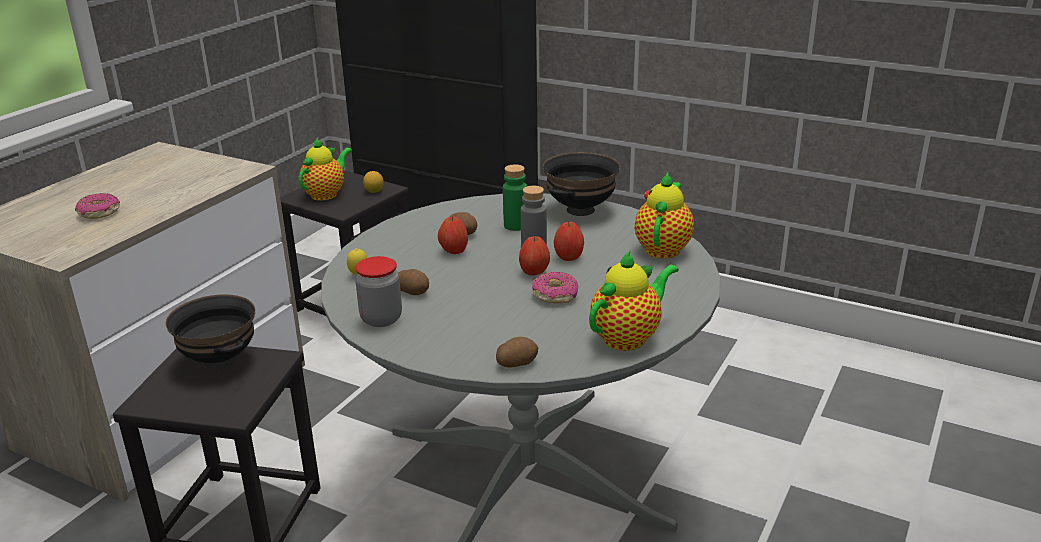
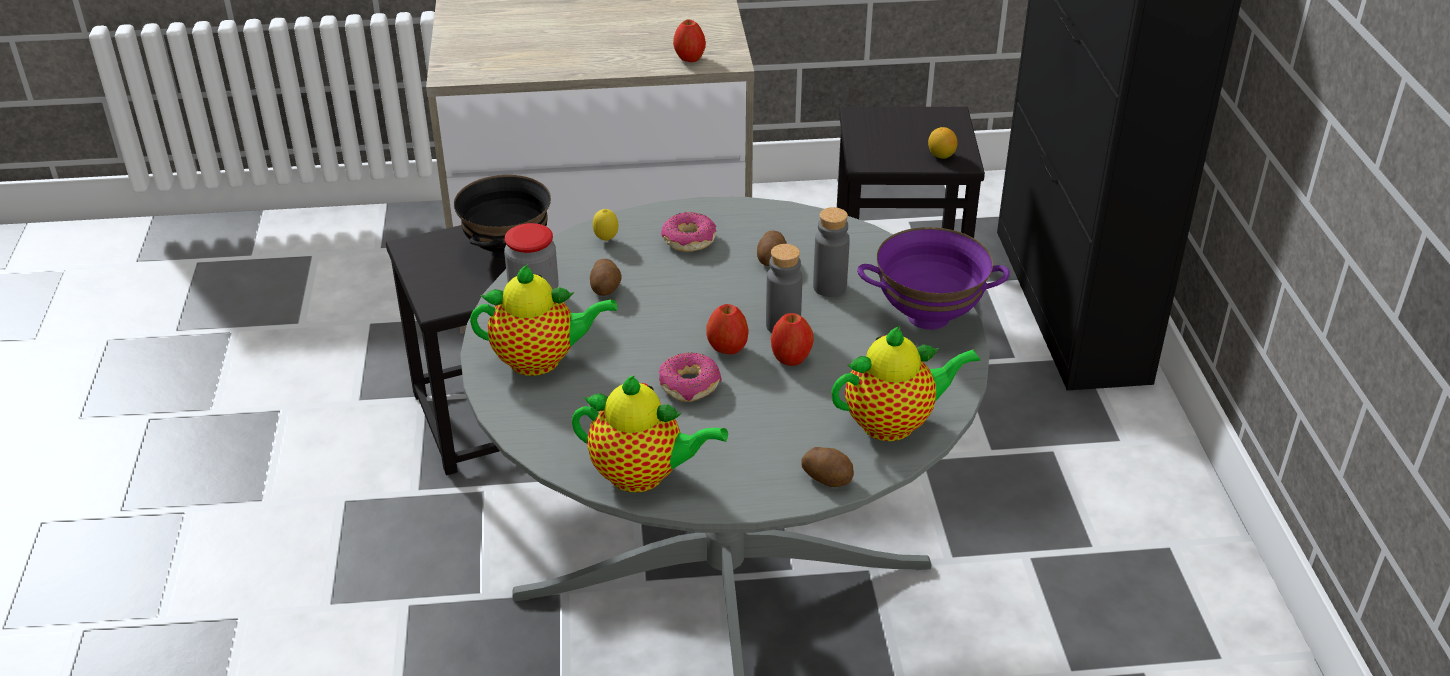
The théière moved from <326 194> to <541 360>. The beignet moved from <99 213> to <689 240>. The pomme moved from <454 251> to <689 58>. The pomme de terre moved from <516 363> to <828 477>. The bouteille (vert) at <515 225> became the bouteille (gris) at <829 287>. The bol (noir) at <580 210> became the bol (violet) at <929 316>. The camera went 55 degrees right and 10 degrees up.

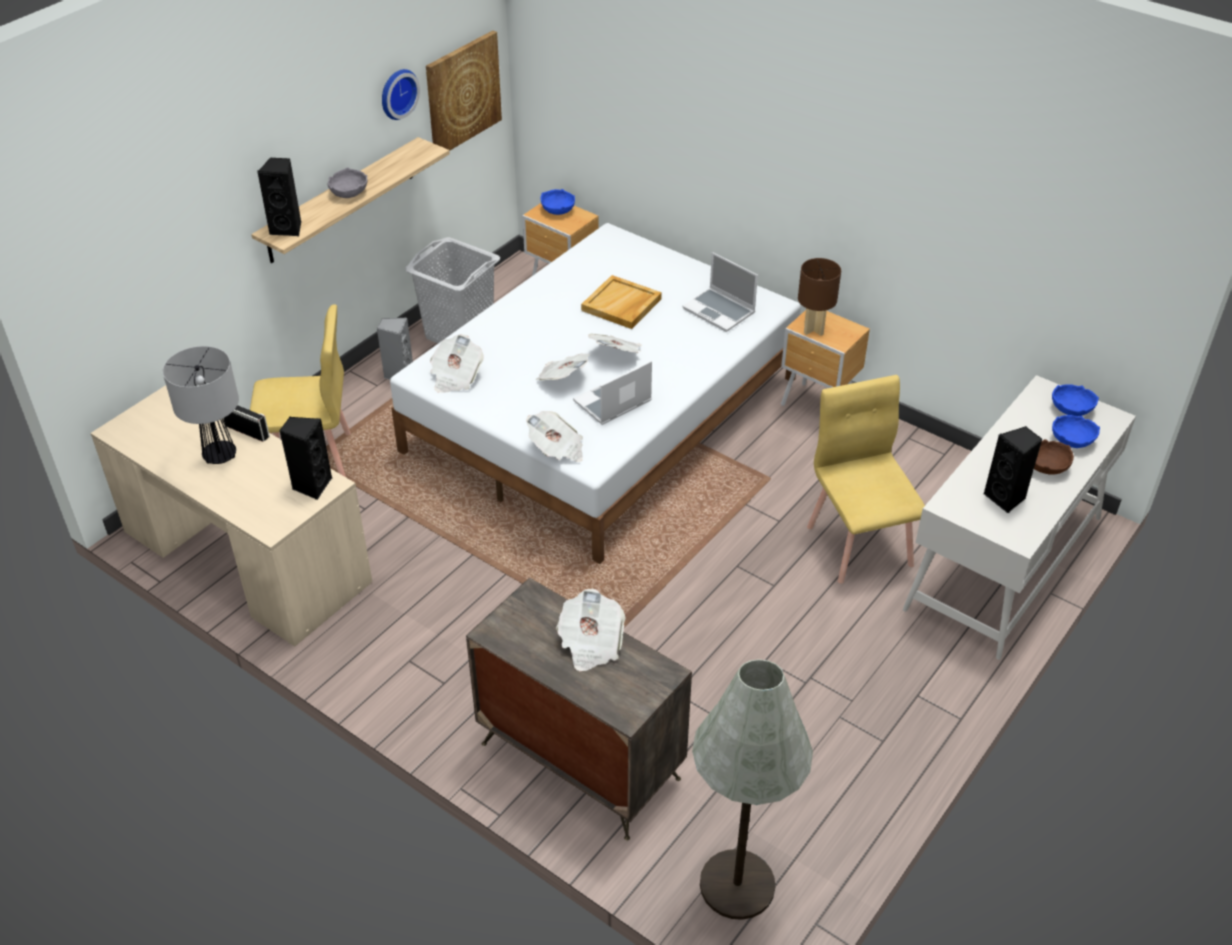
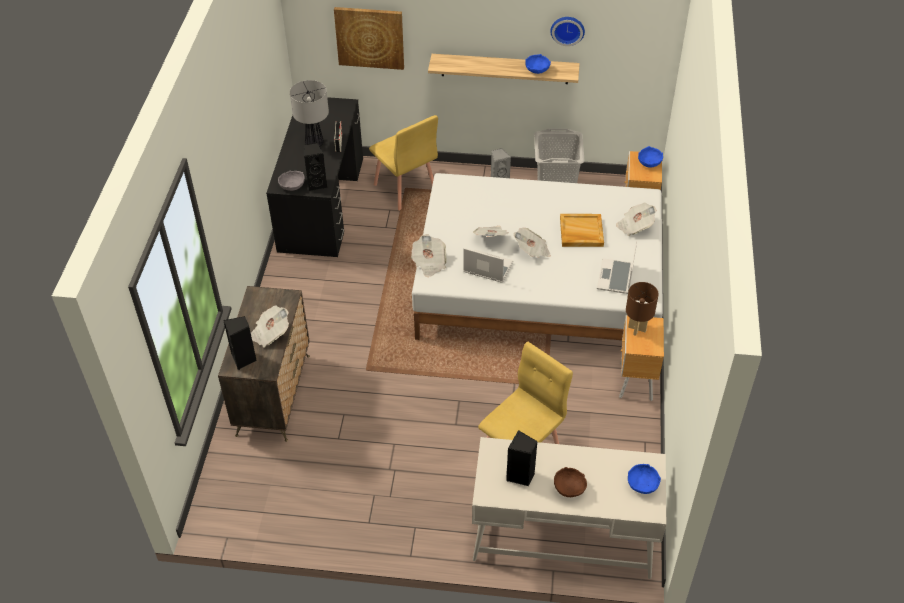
The enceinte (noir) moved from <288 228> to <244 359>. The bureau (beige) at <246 555> became the bureau (noir) at <322 203>. The bol (gris) moved from <348 193> to <292 186>. The tableau moved from <462 93> to <370 37>. The bol (bleu) moved from <1071 440> to <537 70>. The journal moved from <455 377> to <634 226>. The lampadaire (gris) at <737 885> disappeared. The camera went 60 degrees right and 5 degrees up.

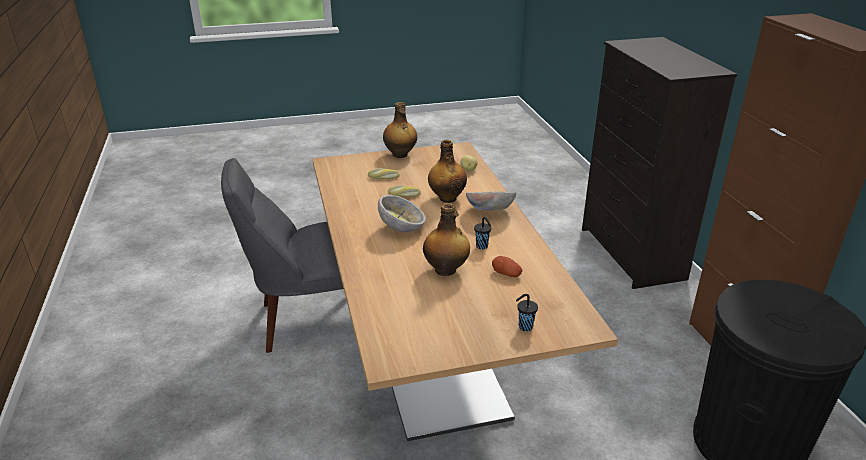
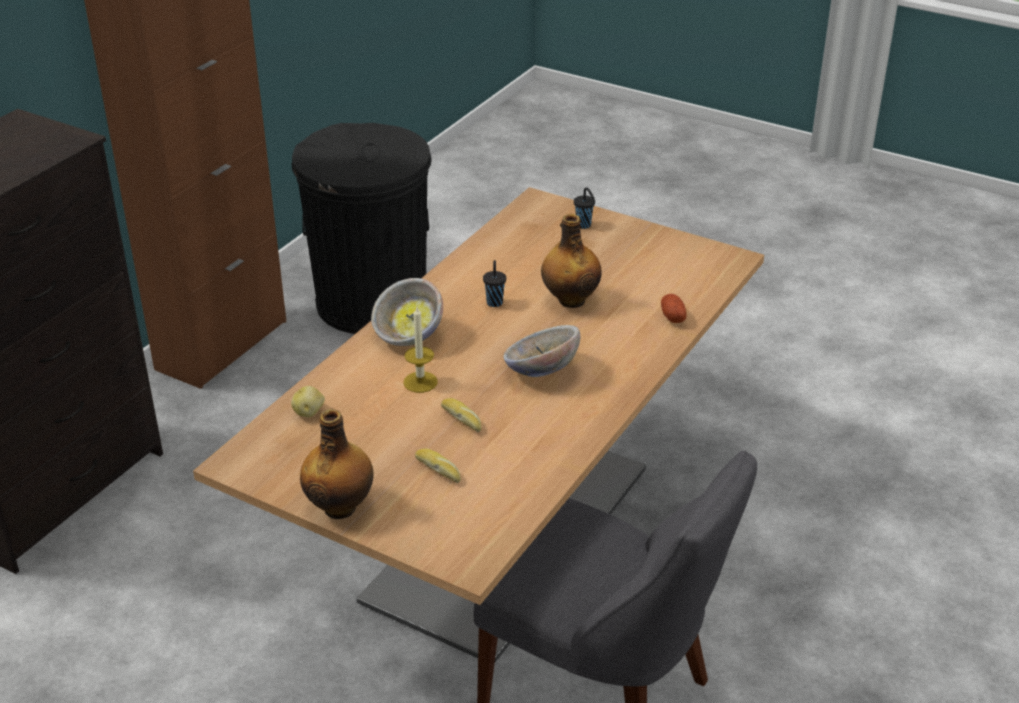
The bouteille at <447 198> was replaced by the bougie at <420 382>. The pomme de terre moved from <506 273> to <672 316>. The camera went 135 degrees left and 5 degrees up.

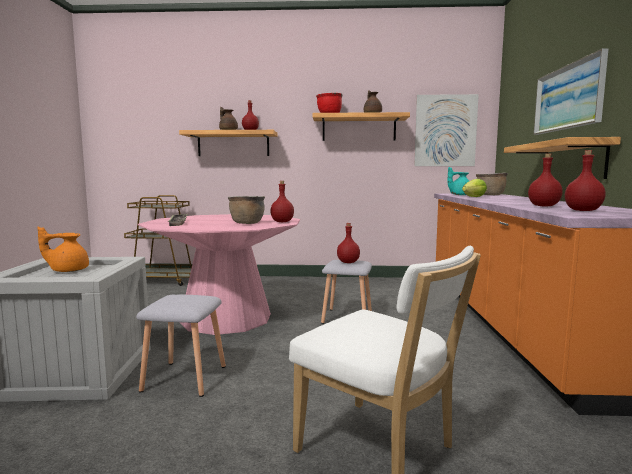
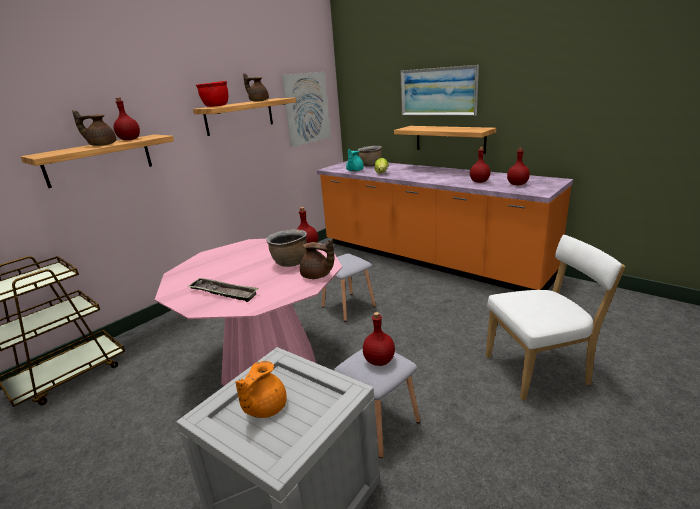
The théière (marron) at <317 276> appeared. The bouteille (rouge) moved from <347 262> to <379 361>. The camera went 50 degrees left and 15 degrees up.

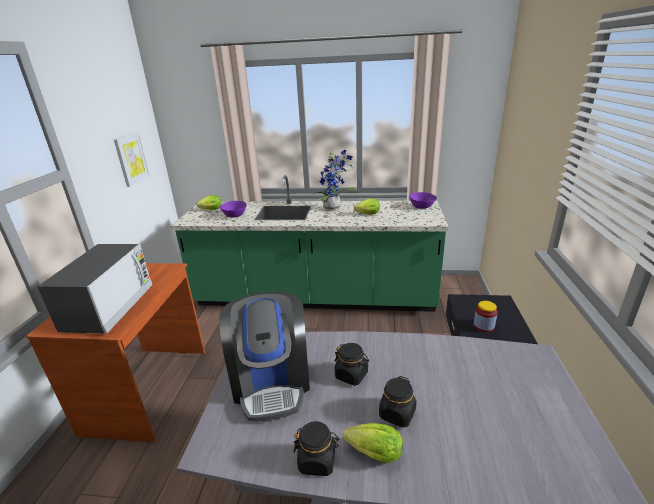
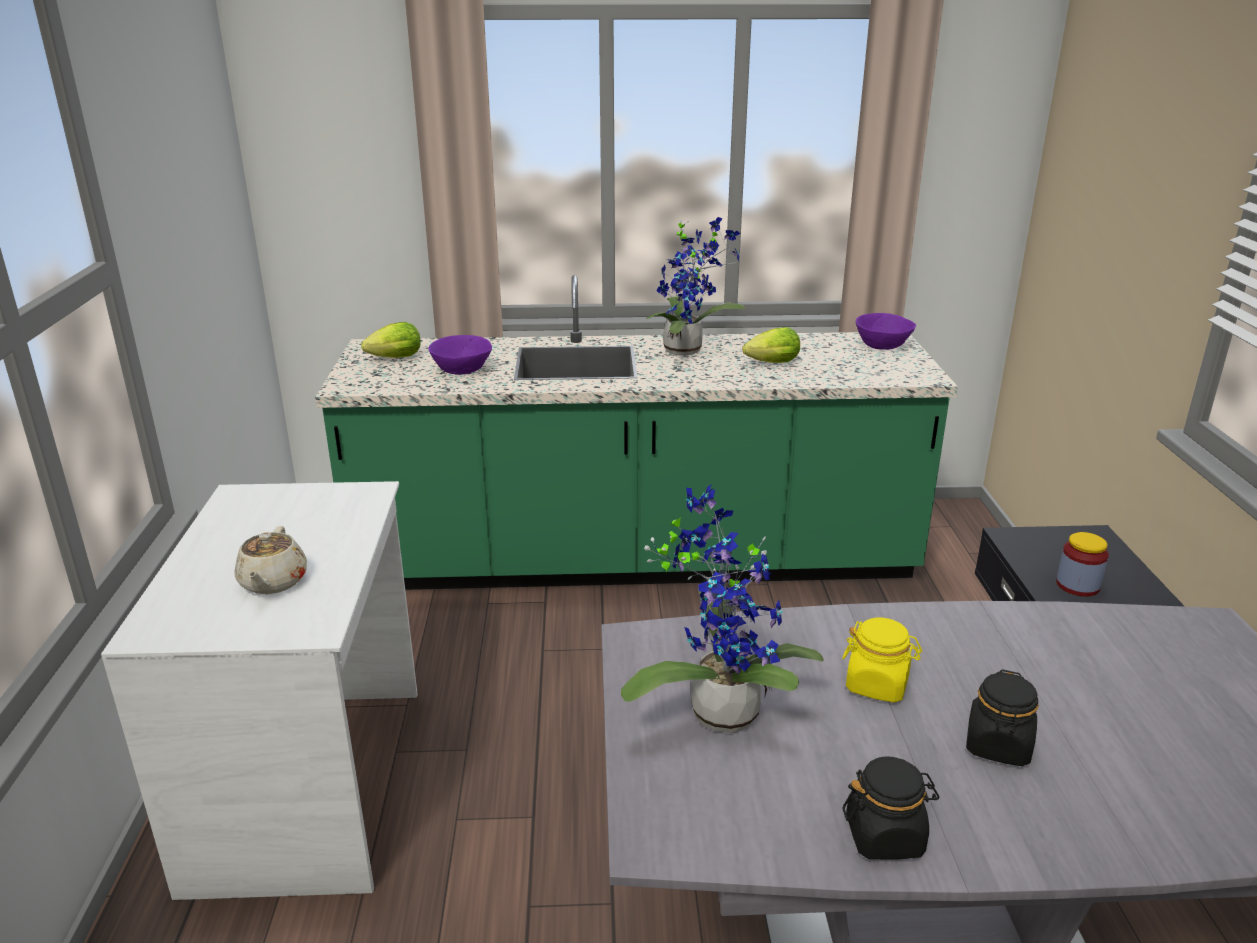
The bureau (marron) at <149 389> became the bureau (blanc) at <313 785>. The micro-ondes at <110 307> was replaced by the théière (beige) at <273 582>. The machine à café at <271 381> was replaced by the plante en pot at <719 708>. The bocal (noir) at <351 375> became the bocal (jaune) at <877 685>. The tableau at <131 158> disappeared. The laitue at <371 453> disappeared. The camera went 10 degrees left and 0 degrees up.

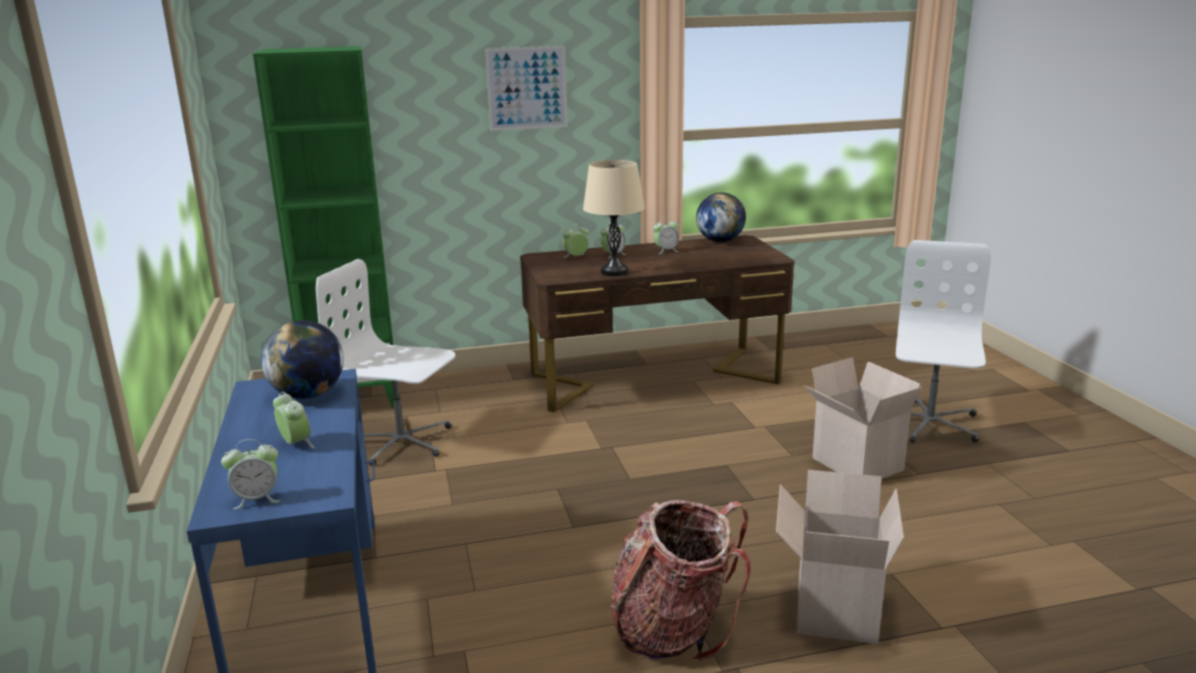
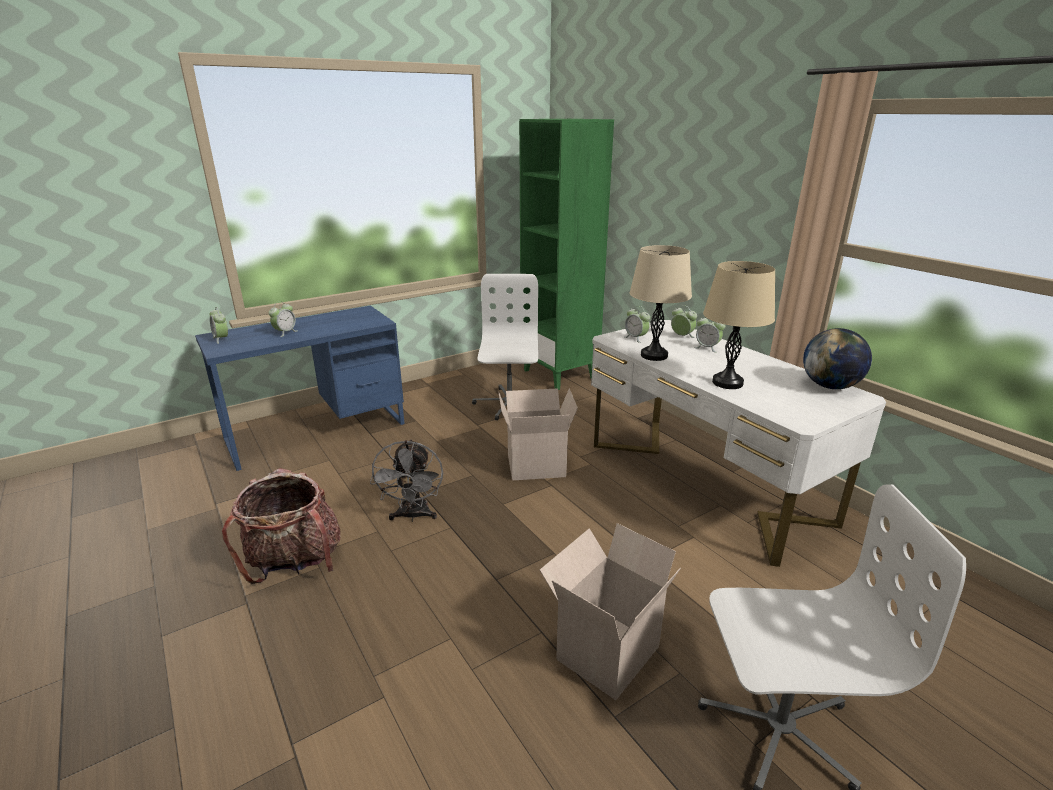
The ventilateur (gris) at <413 516> appeared. The carton moved from <832 608> to <537 465>. The bureau (marron) at <654 378> became the bureau (blanc) at <703 481>. The réveil moved from <666 251> to <636 338>. The lampe de table (beige) at <727 383> appeared. The globe at <308 395> disappeared. The tableau at <527 88> disappeared. The camera went 70 degrees right and 5 degrees up.

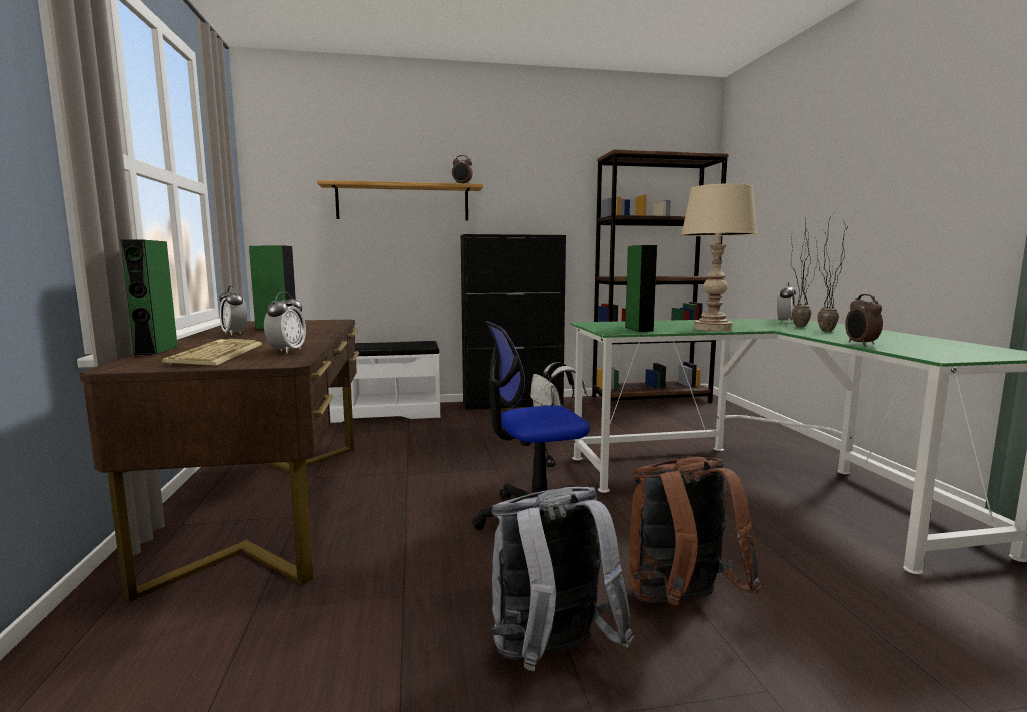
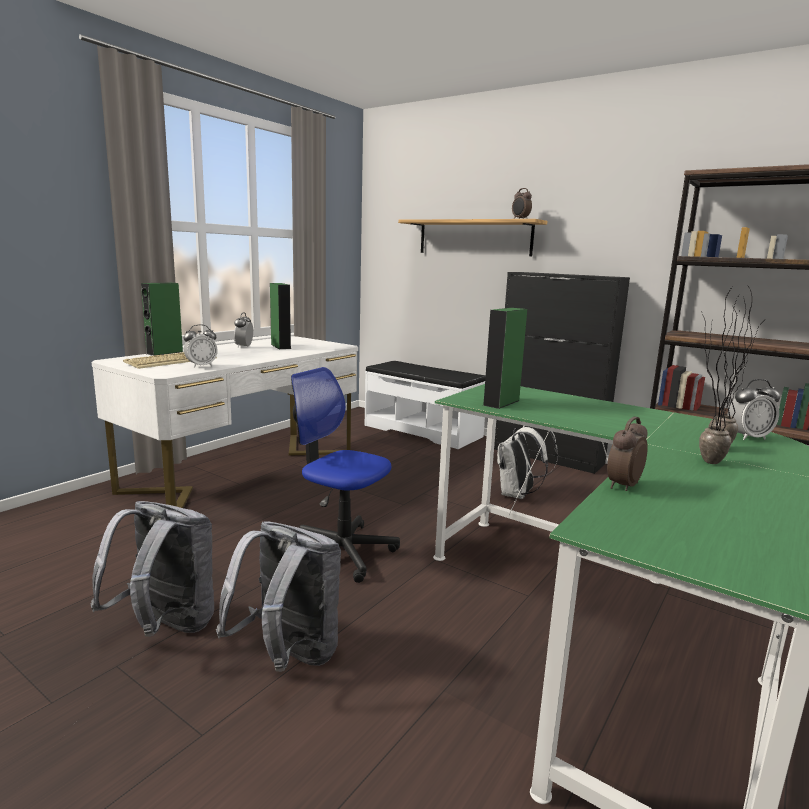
The bureau (marron) at <272 503> became the bureau (blanc) at <245 471>. The sac à dos (marron) at <680 603> became the sac à dos (gris) at <288 656>. The lampe de table (beige) at <712 329> disappeared. The camera went 45 degrees right and 5 degrees up.

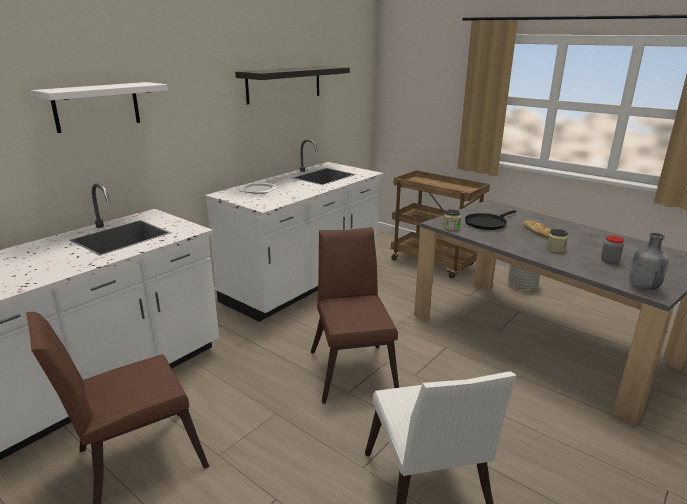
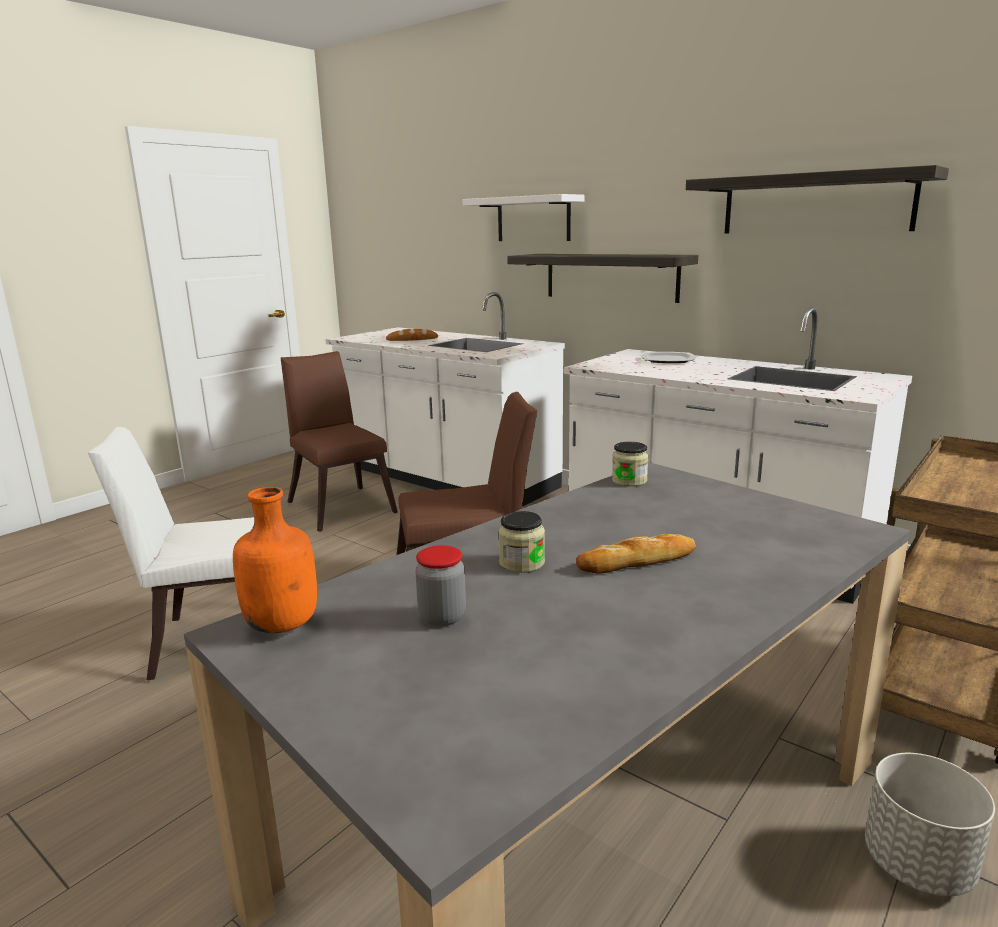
The bouteille (gris) at <642 287> became the bouteille (orange) at <284 624>. The pain at <412 339> appeared. The étagère at <610 277> appeared. The poêle (noir) at <487 223> disappeared. The camera went 90 degrees right and 5 degrees down.

